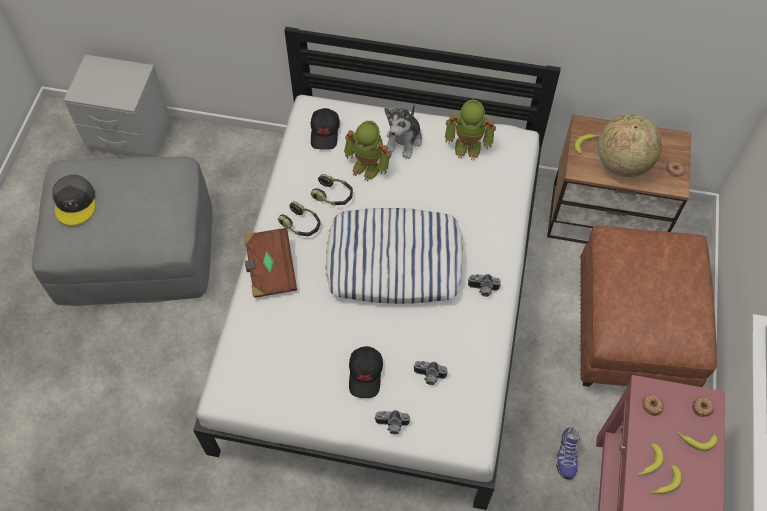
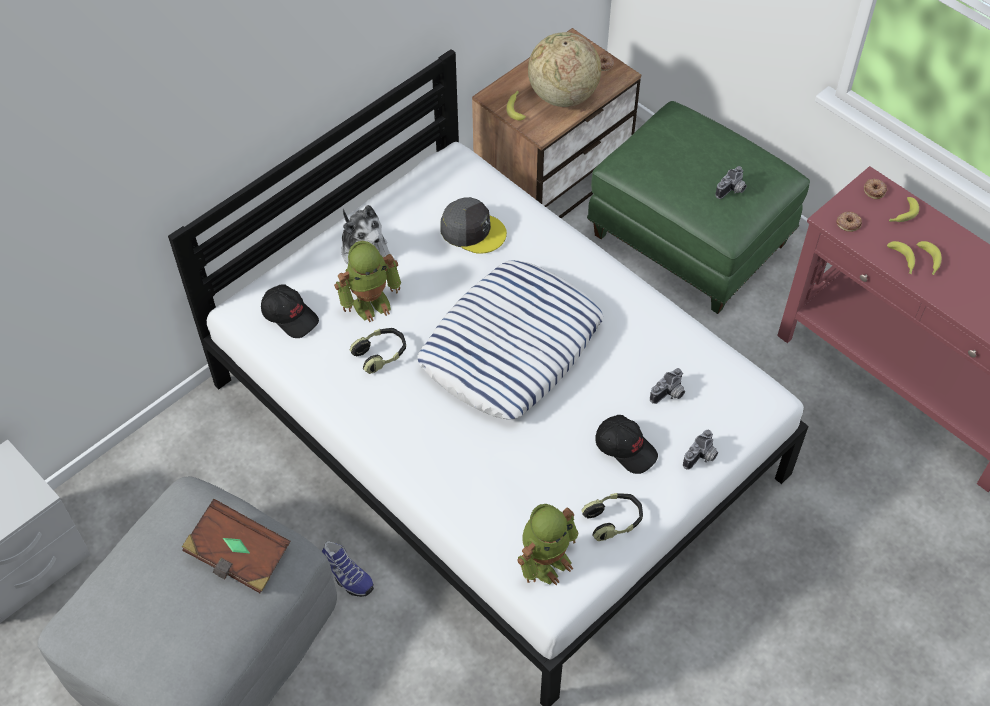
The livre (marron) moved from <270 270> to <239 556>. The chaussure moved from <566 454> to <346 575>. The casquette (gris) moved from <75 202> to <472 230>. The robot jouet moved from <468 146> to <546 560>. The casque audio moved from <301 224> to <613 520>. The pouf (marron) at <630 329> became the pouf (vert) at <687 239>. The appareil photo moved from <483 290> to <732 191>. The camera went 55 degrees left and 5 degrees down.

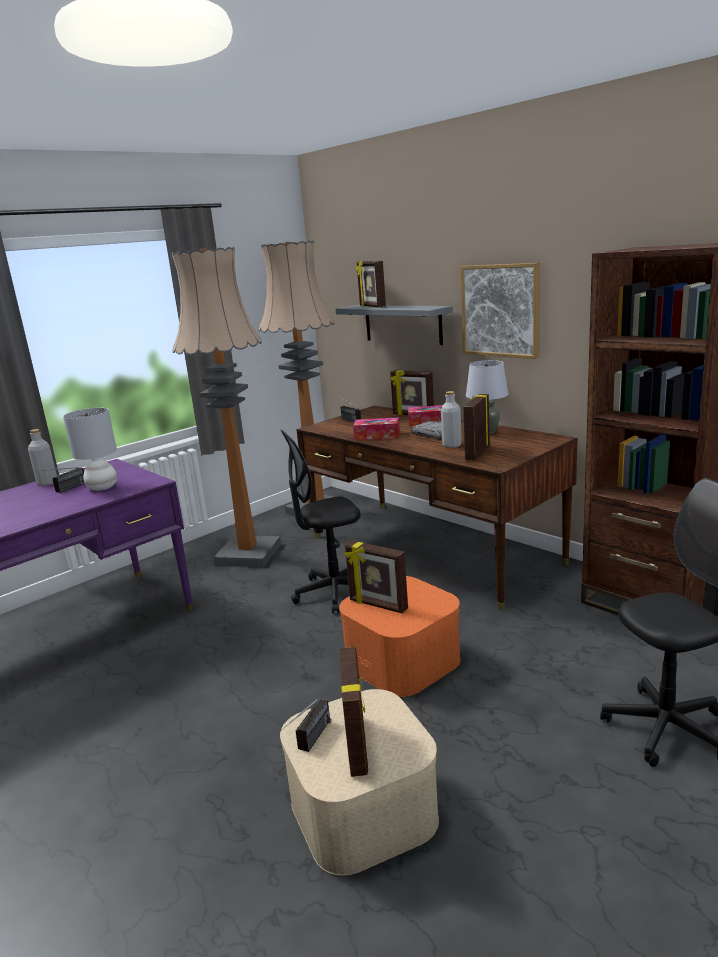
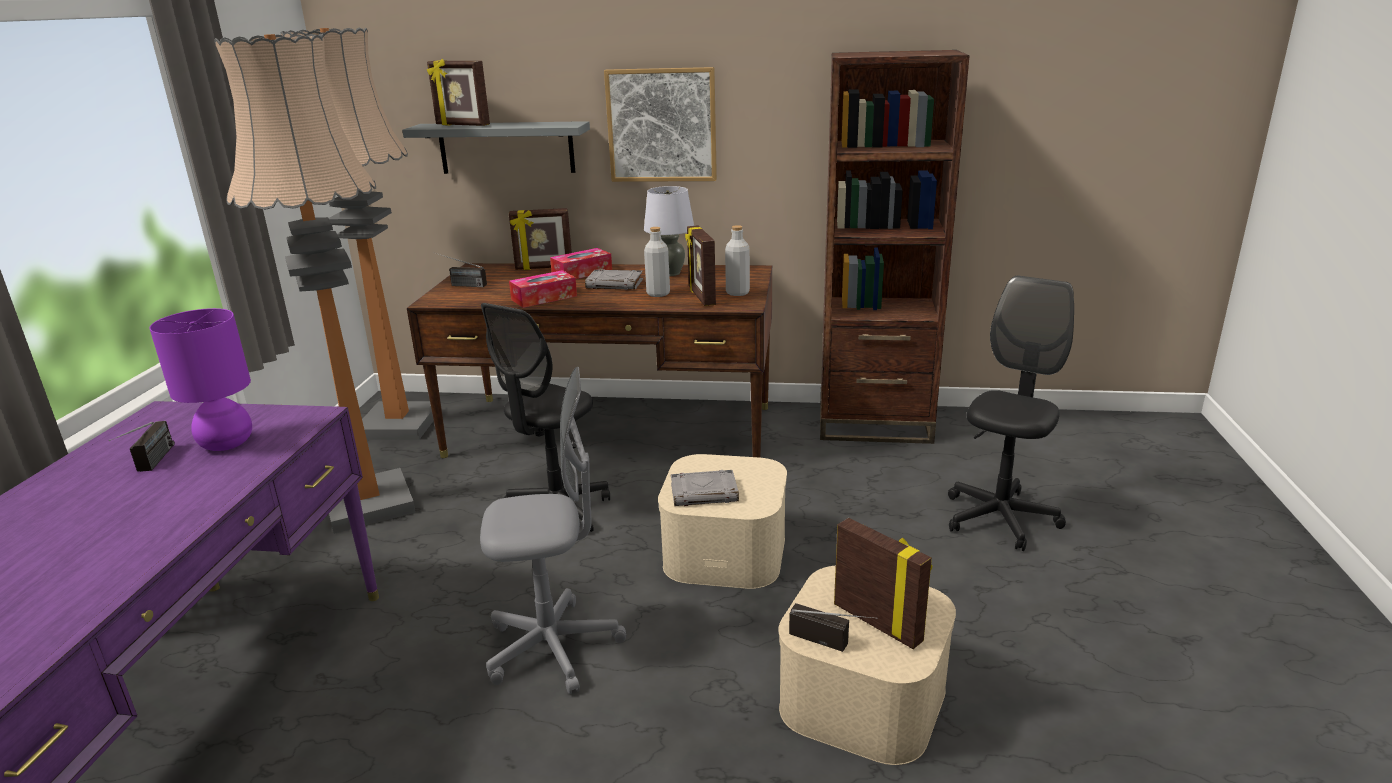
The lampe de table (gris) at <102 488> became the lampe de table (violet) at <227 444>. The chaise de bureau (gris) at <553 648> appeared. The boîte de rangement (orange) at <403 660> became the boîte de rangement (beige) at <725 551>. The cadre photo at <378 605> was replaced by the livre (gris) at <705 493>. The bouteille (gris) moved from <47 483> to <737 293>. The radio at <309 743> turned 45 degrees counterclockwise. The camera went 40 degrees left and 5 degrees up.

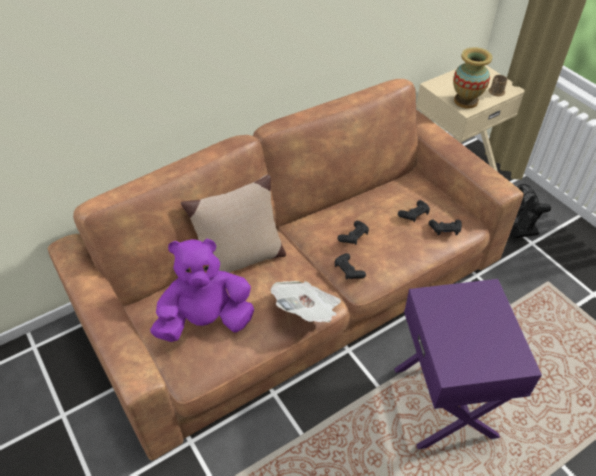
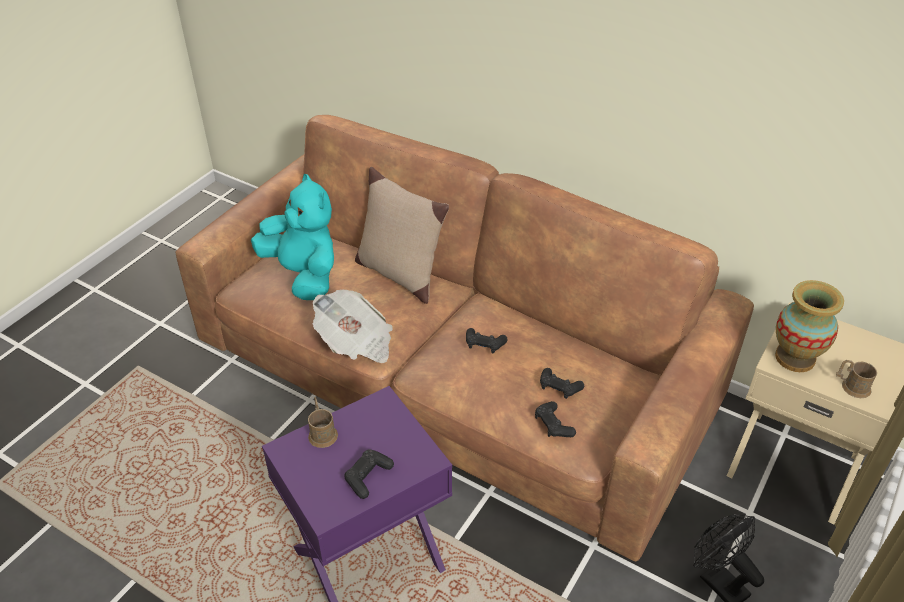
The peluche (violet) at <206 321> became the peluche (turquoise) at <304 275>. The mug (marron) at <322 432> appeared. The manette (noir) moved from <348 270> to <368 477>. The camera went 65 degrees right and 5 degrees down.

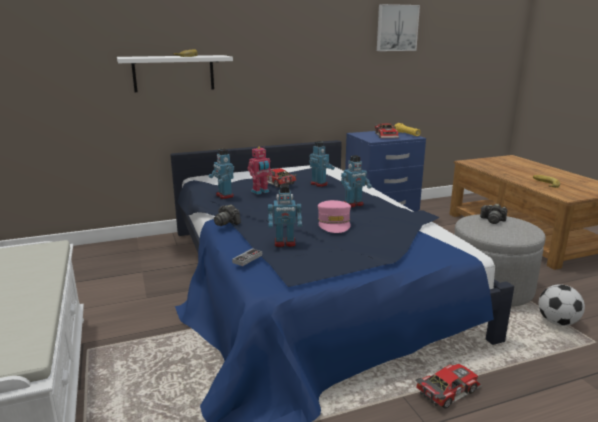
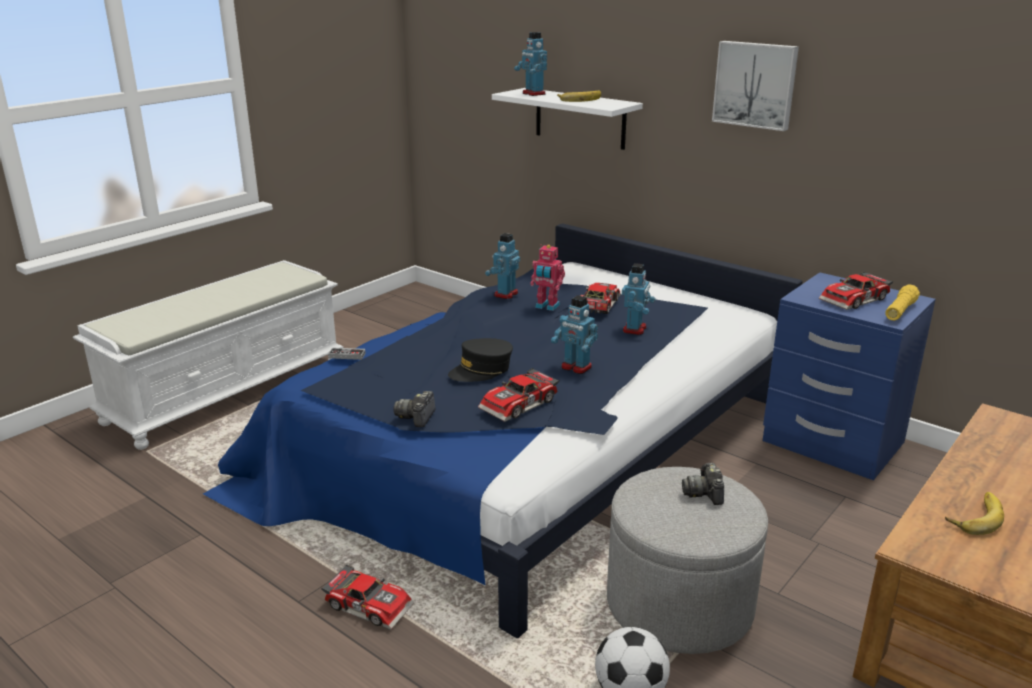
The appareil photo moved from <226 222> to <417 417>. The casquette (rose) at <334 223> became the casquette (noir) at <481 370>. The petite voiture at <520 405> appeared. The robot jouet moved from <285 243> to <533 94>. The tableau moved from <396 28> to <755 84>. The camera went 60 degrees right and 5 degrees up.

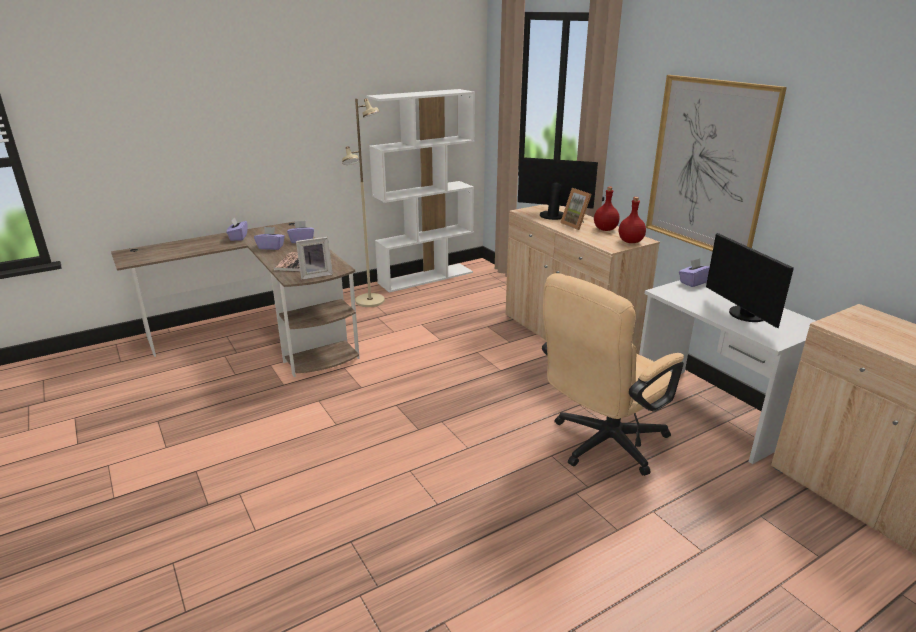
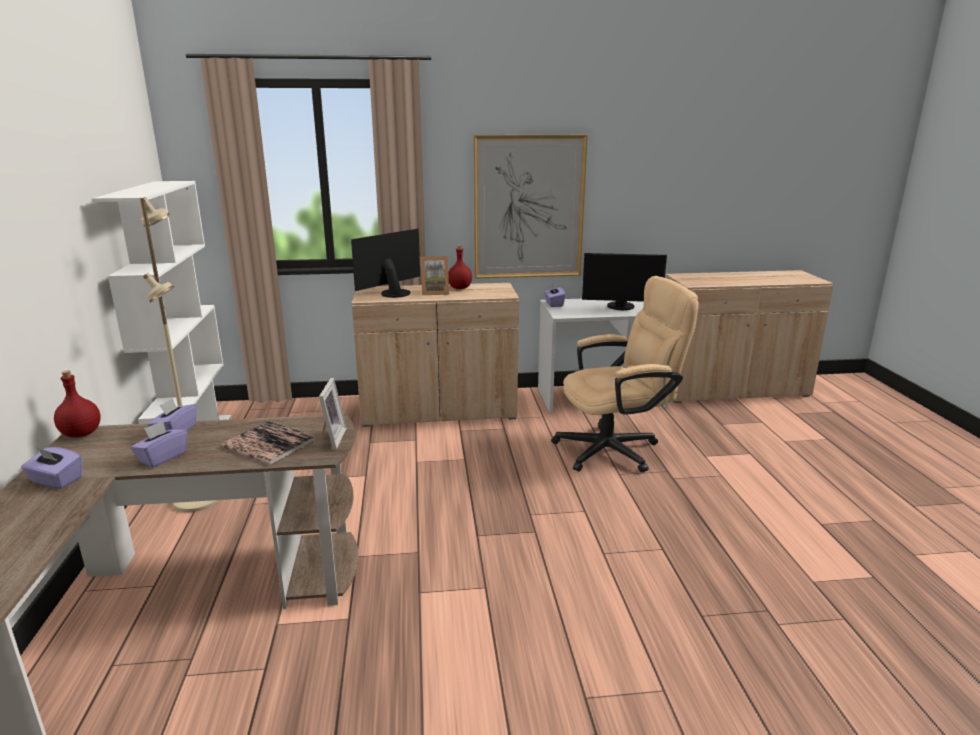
The bouteille (rouge) moved from <630 241> to <80 434>. The chaise de bureau (beige) at <601 445> turned 90 degrees counterclockwise. The camera went 65 degrees left and 5 degrees down.

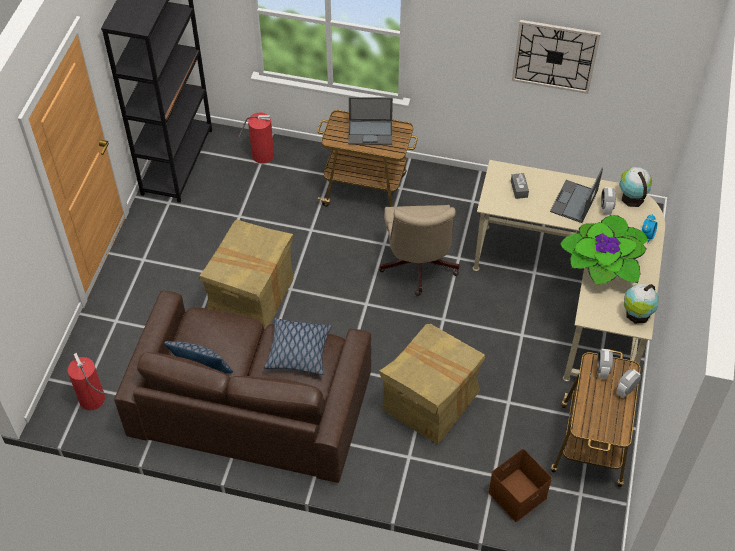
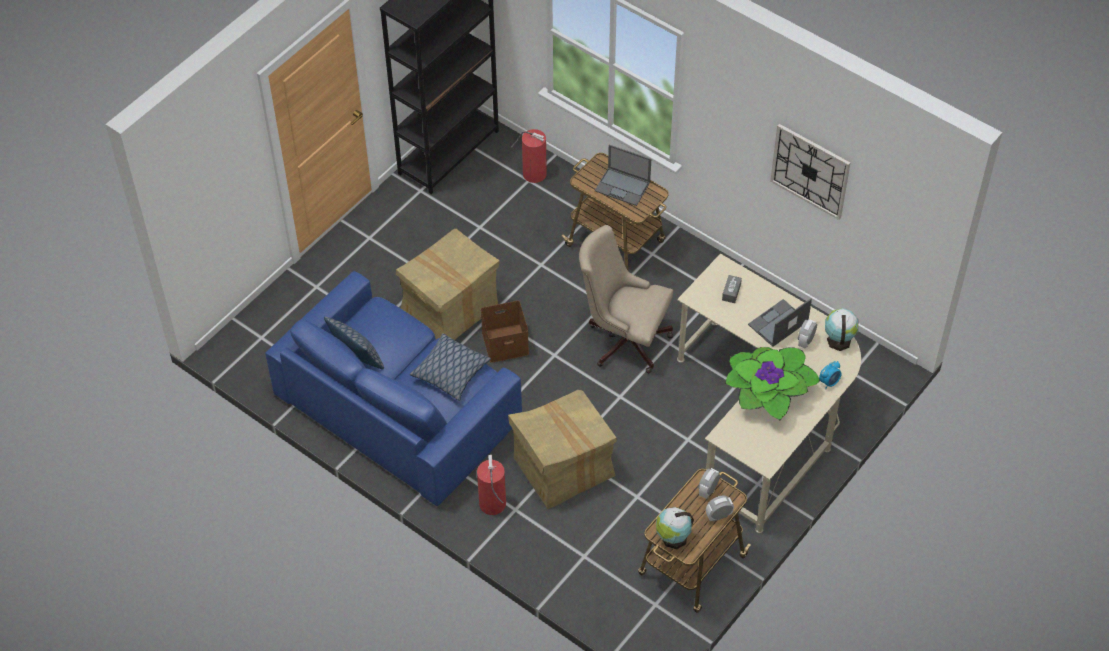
The canapé (marron) at <251 403> became the canapé (bleu) at <398 407>. The extincteur moved from <92 400> to <492 504>. The boîte de rangement (marron) moved from <517 496> to <504 344>. The chaise de bureau (beige) at <418 268> turned 90 degrees clockwise. The globe moved from <637 314> to <673 538>. The camera went 25 degrees right and 0 degrees up.

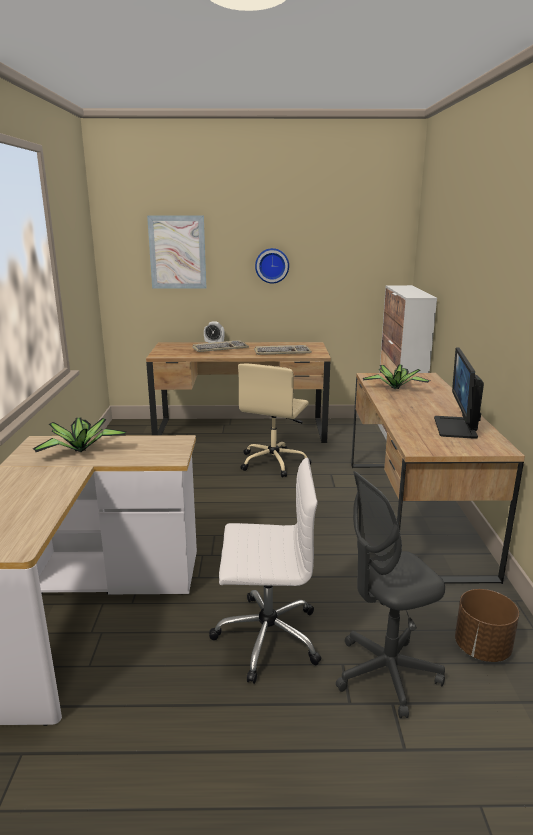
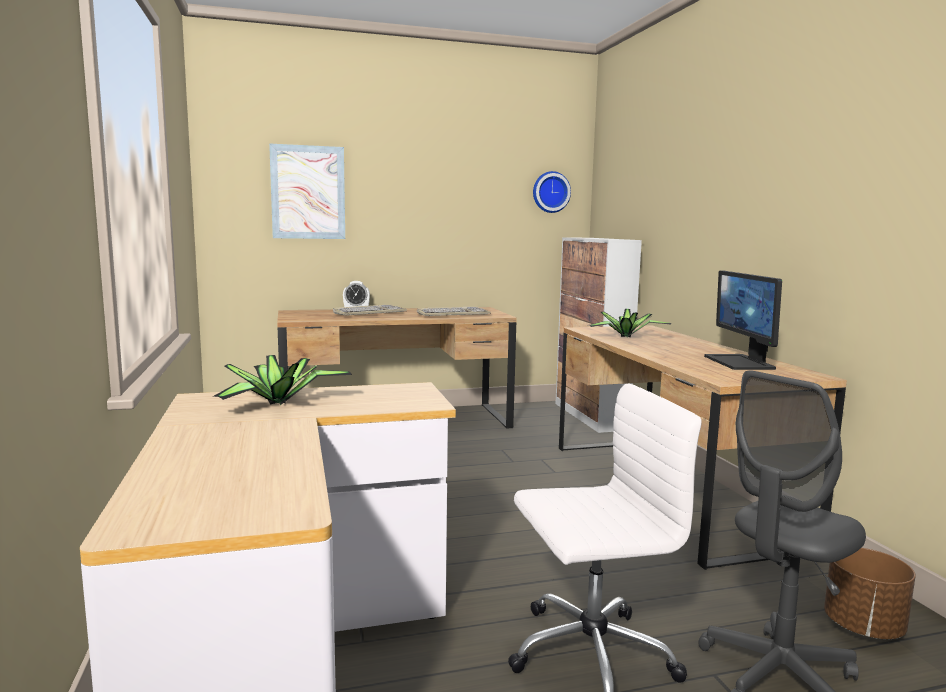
The horloge murale moved from <272 265> to <550 192>. The chaise de bureau (beige) at <274 462> disappeared. The camera went 15 degrees left and 10 degrees down.

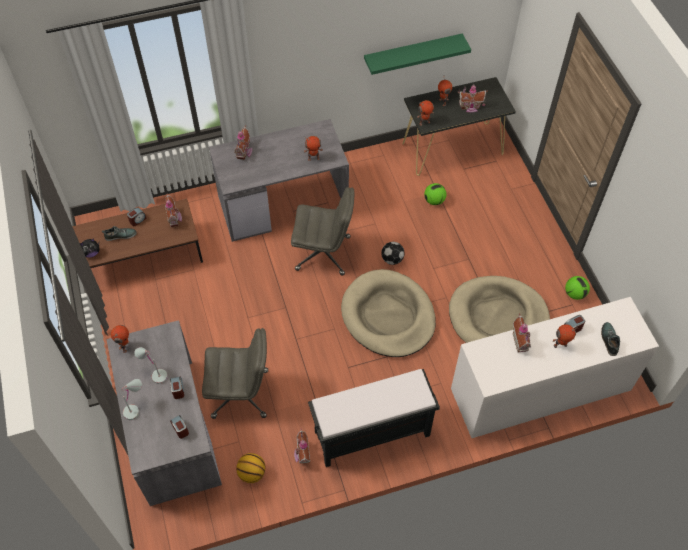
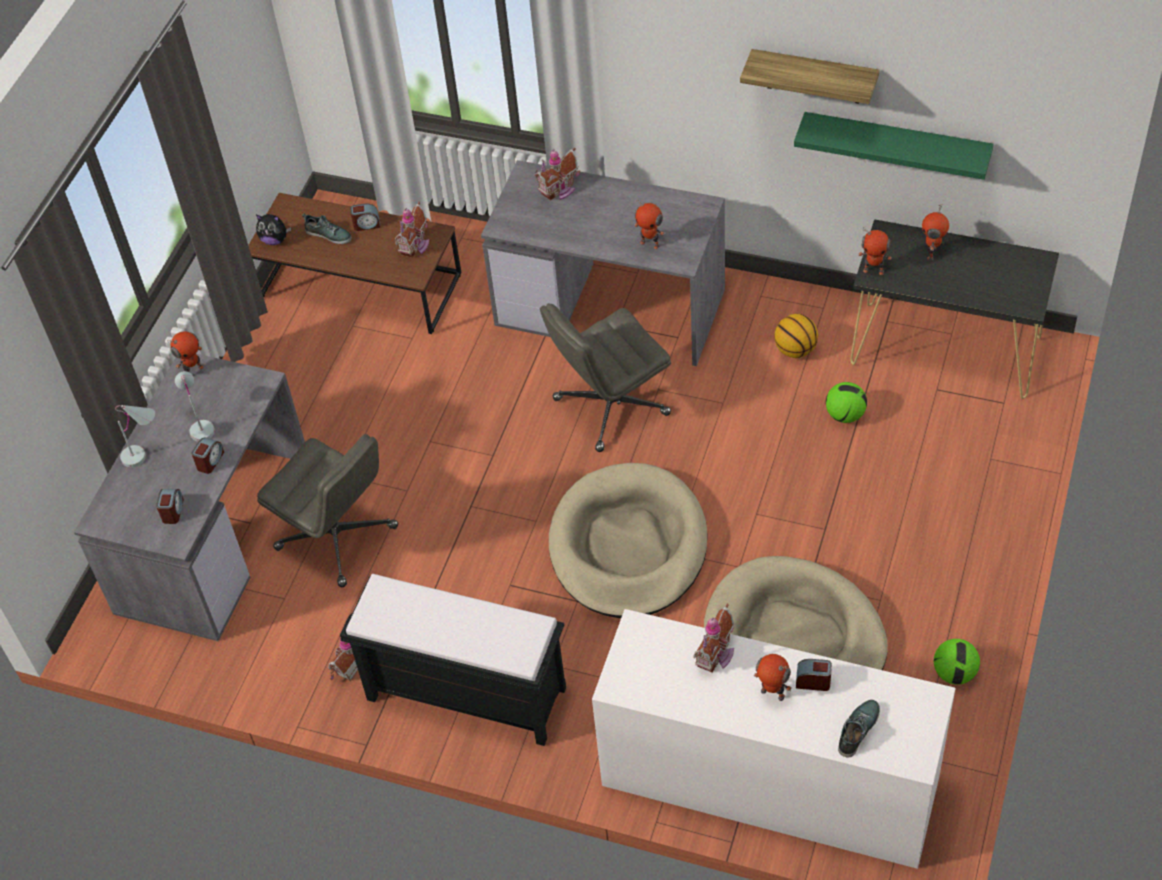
The chaise de bureau (gris) at <324 253> turned 105 degrees clockwise. The étagère at <814 77> appeared. The ballon de basket moved from <252 473> to <795 349>. The ballon de foot at <392 259> disappeared. The maison miniature at <470 107> disappeared. The camera went 40 degrees right and 5 degrees down.

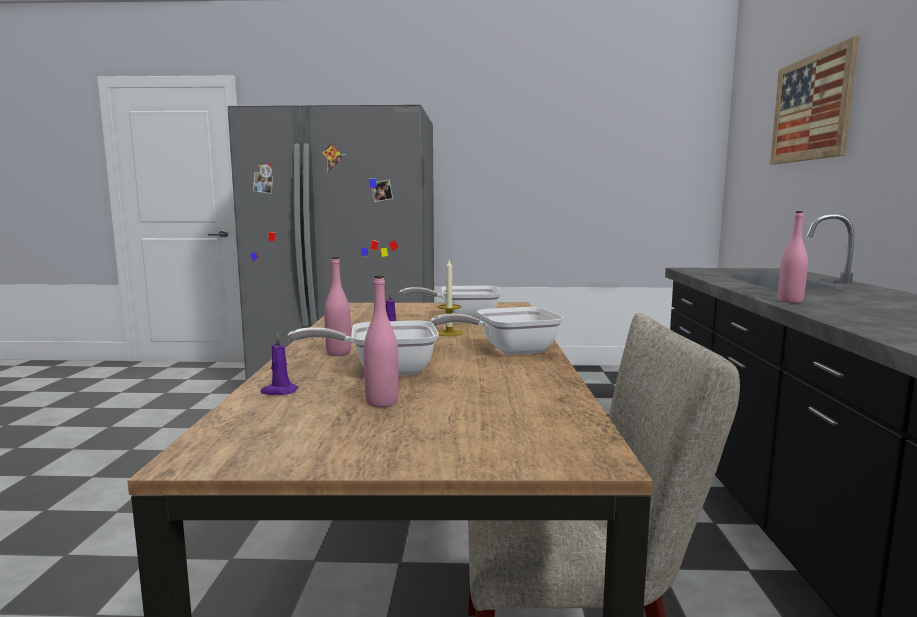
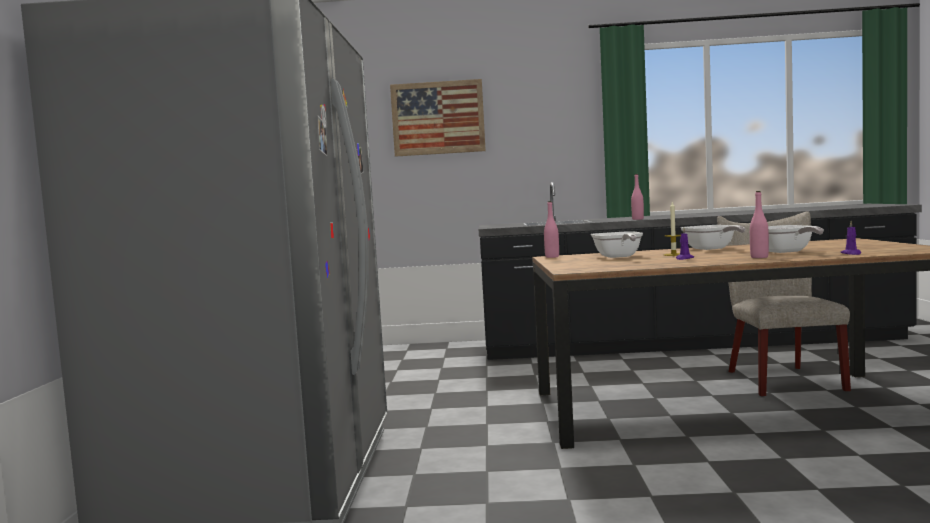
The bouteille (rose) moved from <382 402> to <552 257>. The camera went 90 degrees left and 5 degrees down.

